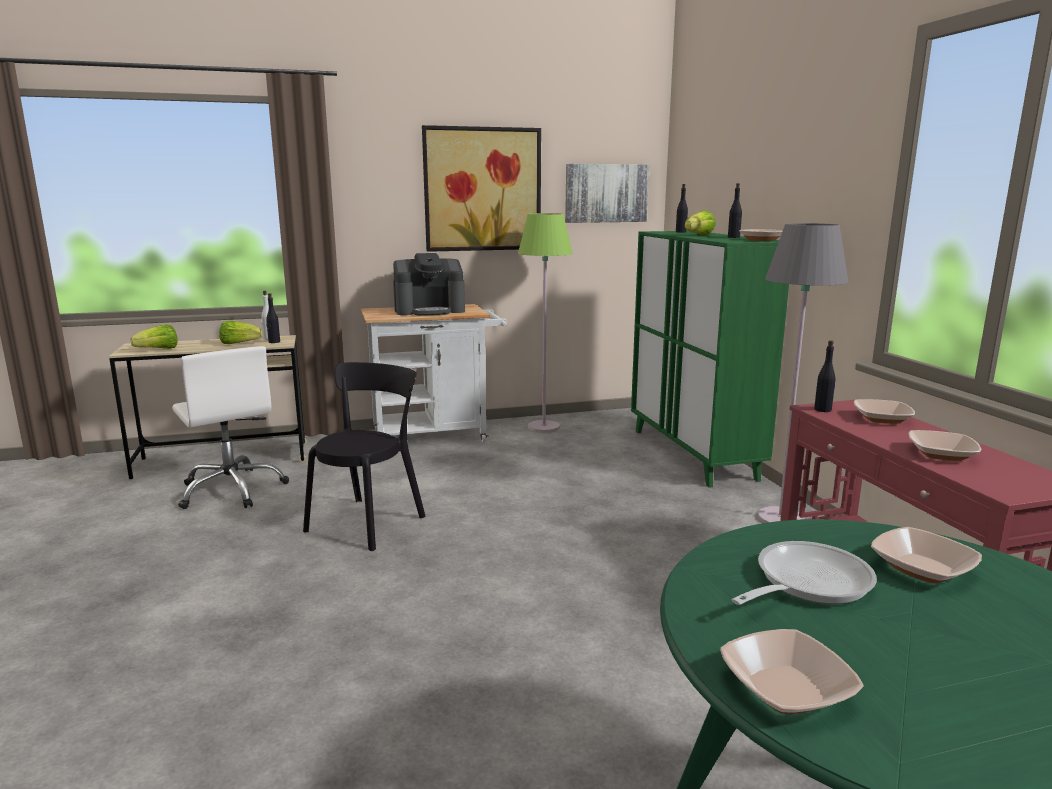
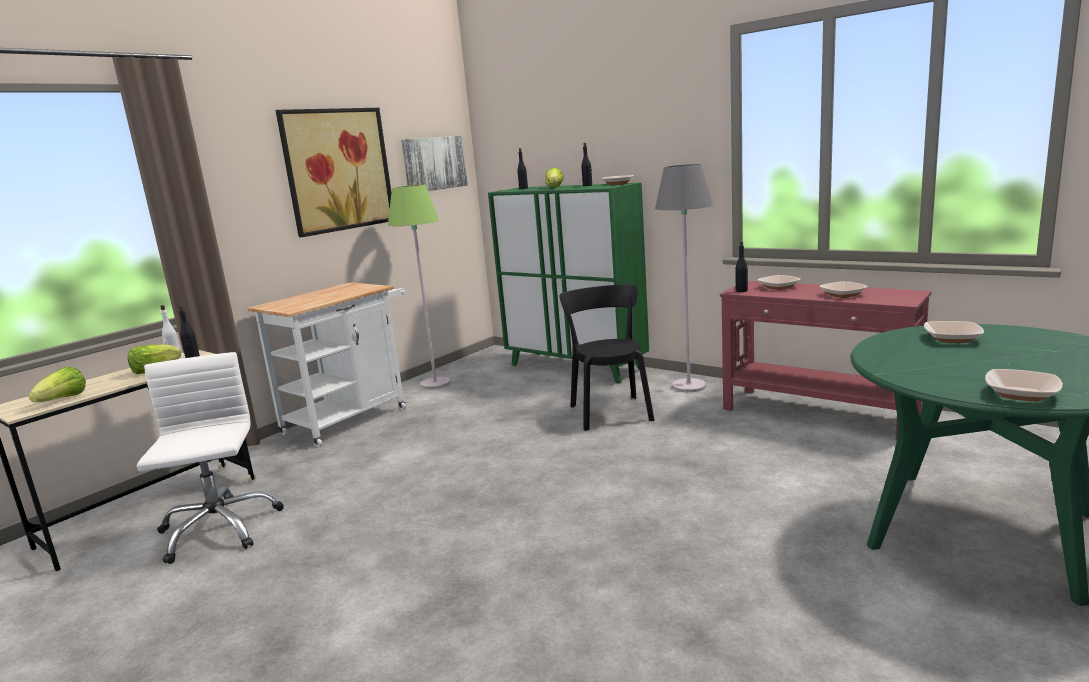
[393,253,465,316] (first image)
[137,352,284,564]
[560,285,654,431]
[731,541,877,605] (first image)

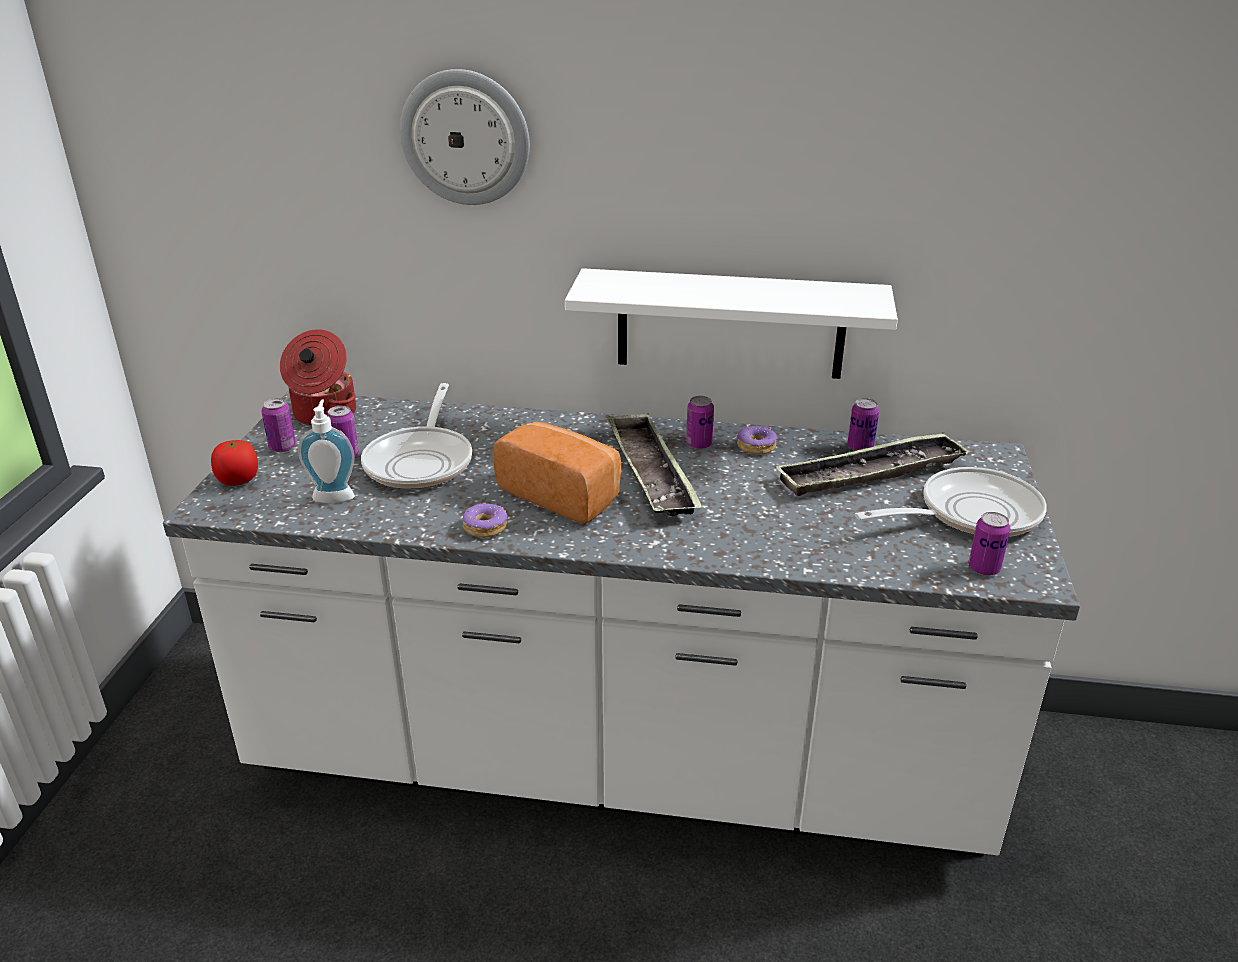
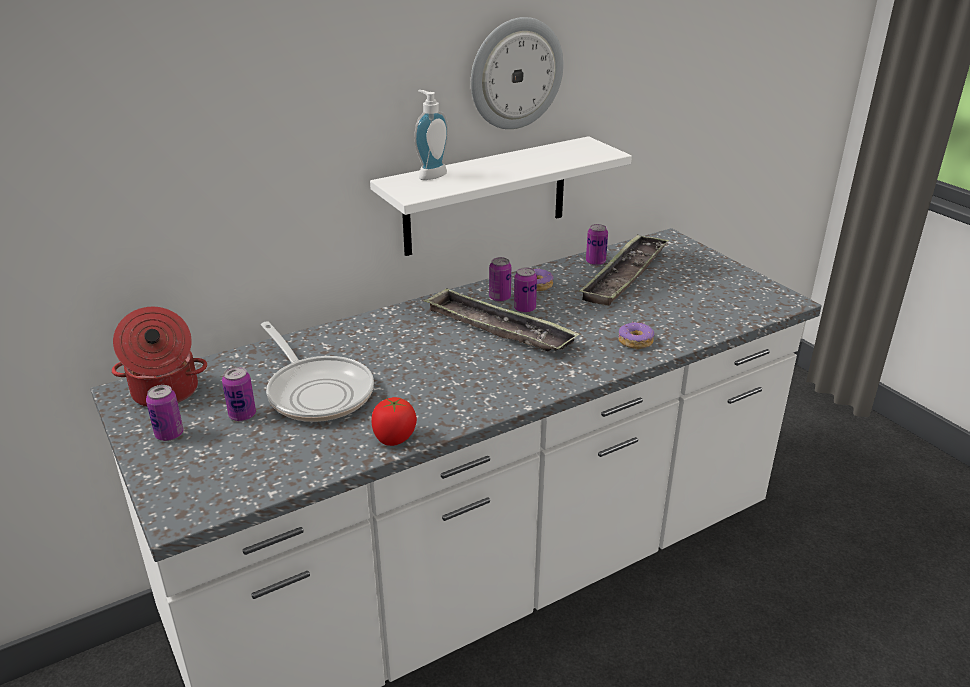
[471,17,564,129]
[414,90,449,180]
[493,422,621,524] (first image)
[371,397,417,446]
[855,467,1047,537] (first image)
[619,321,654,349]
[514,267,537,313]

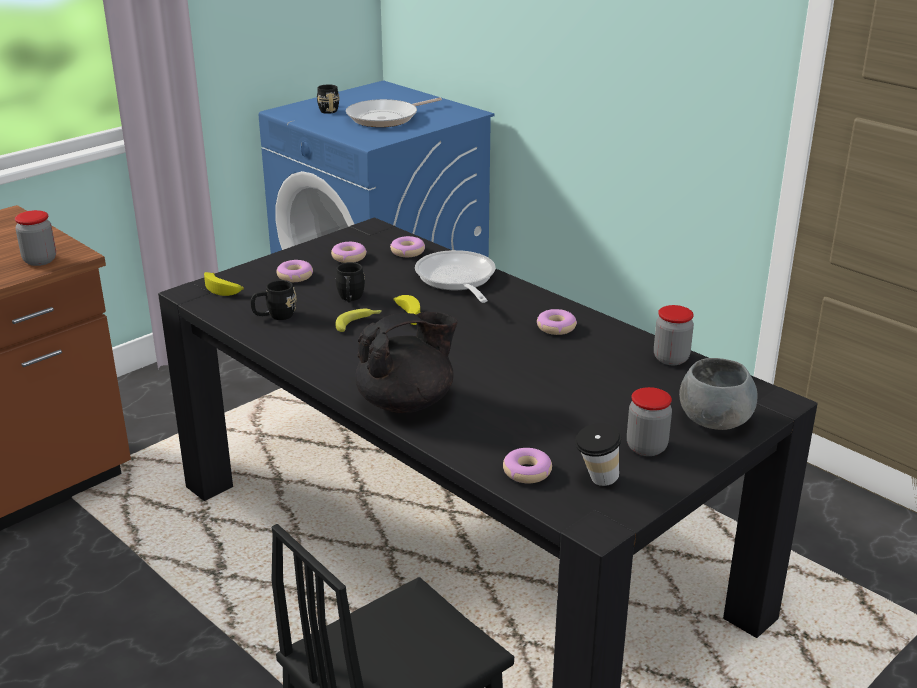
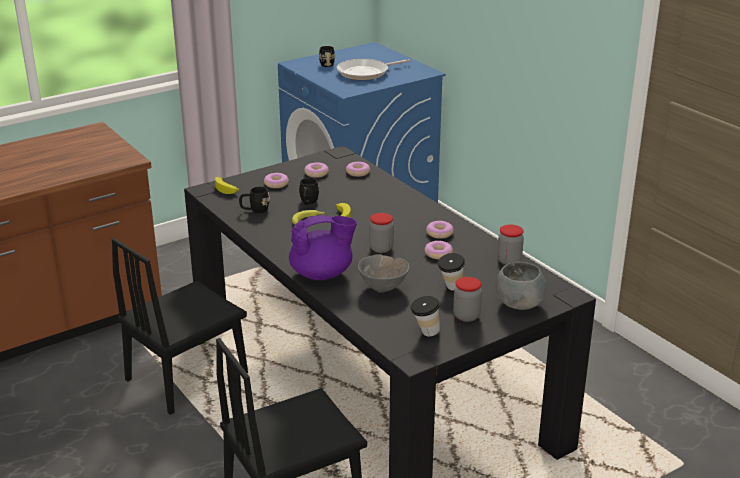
[369,213,394,253]
[415,250,496,303] (first image)
[289,215,357,280]
[425,241,453,259]
[111,238,248,415]
[438,253,465,291]
[358,254,410,292]

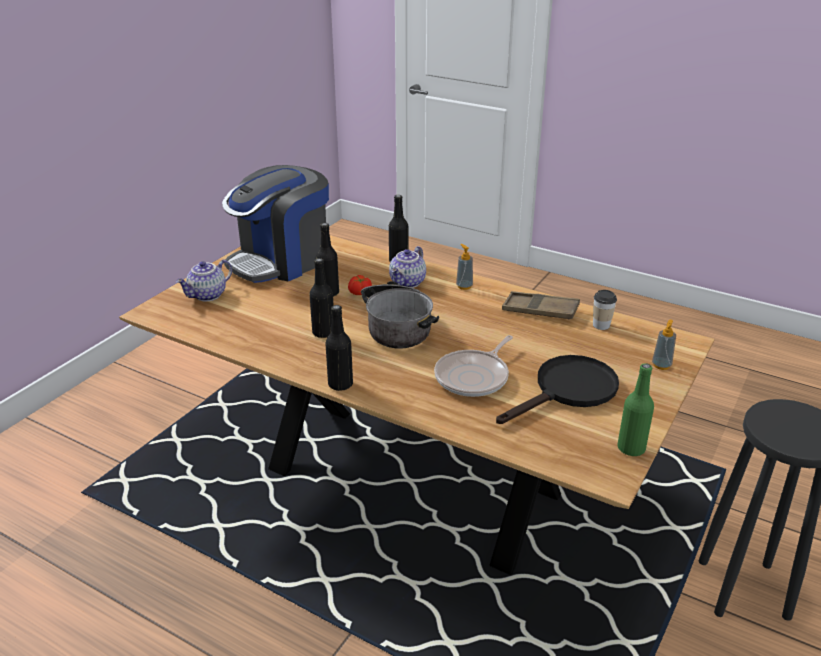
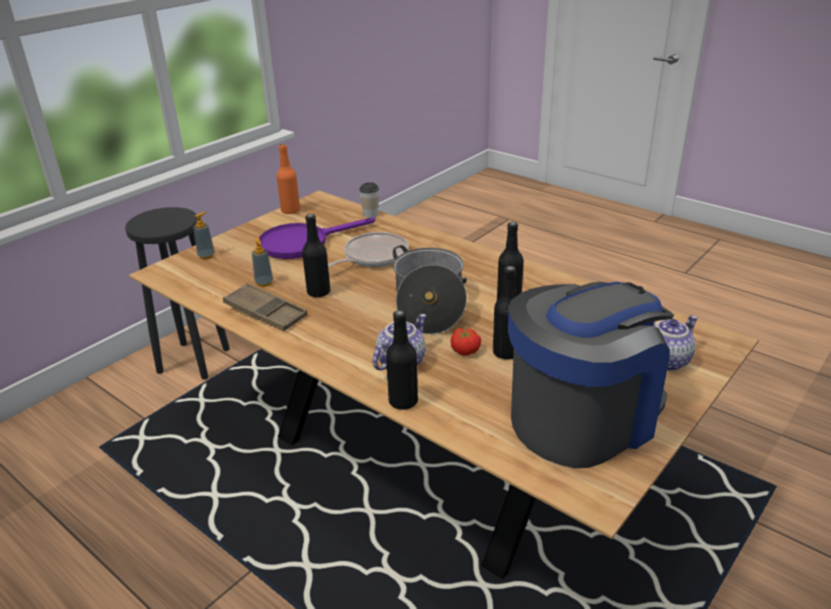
[252,238,273,287]
[359,182,379,218]
[302,214,330,298]
[259,217,375,259]
[277,144,300,214]

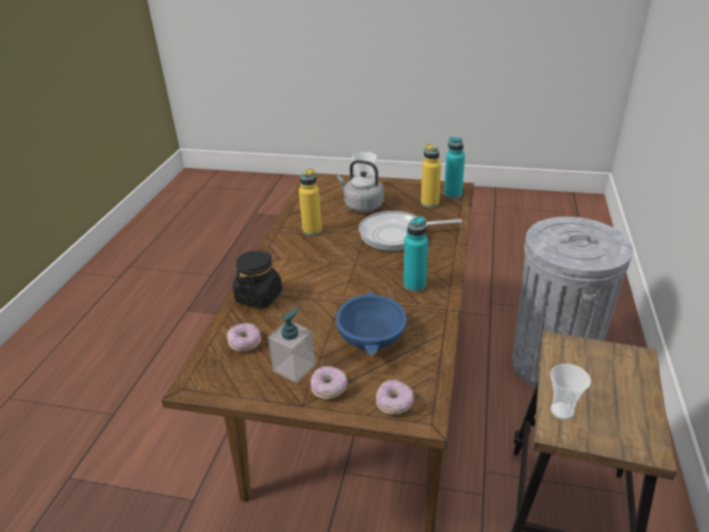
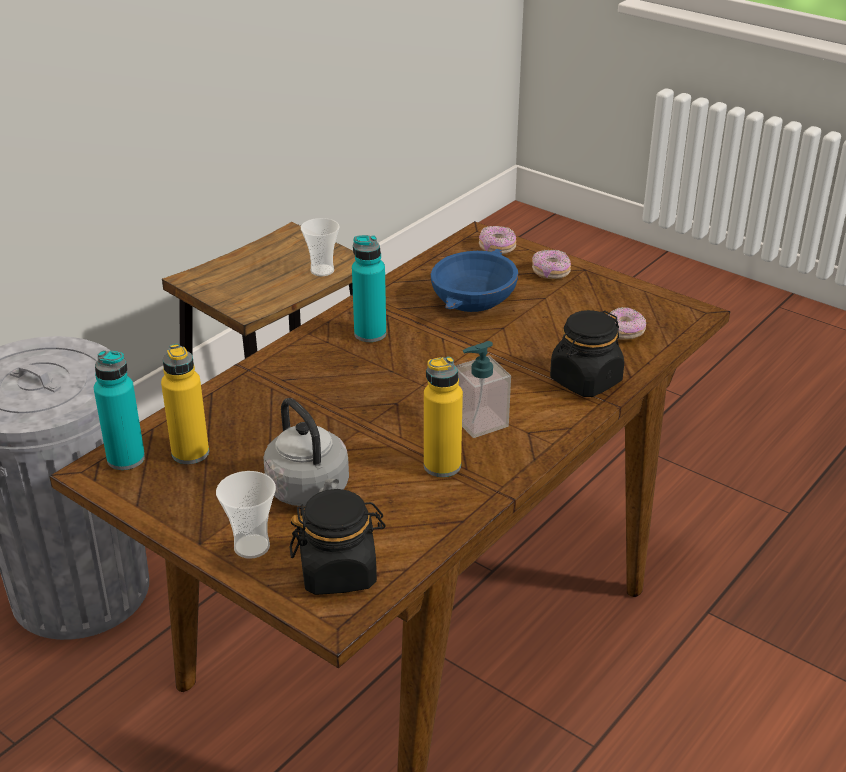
[359,211,462,251] (first image)
[456,341,511,438]
[290,489,386,595]

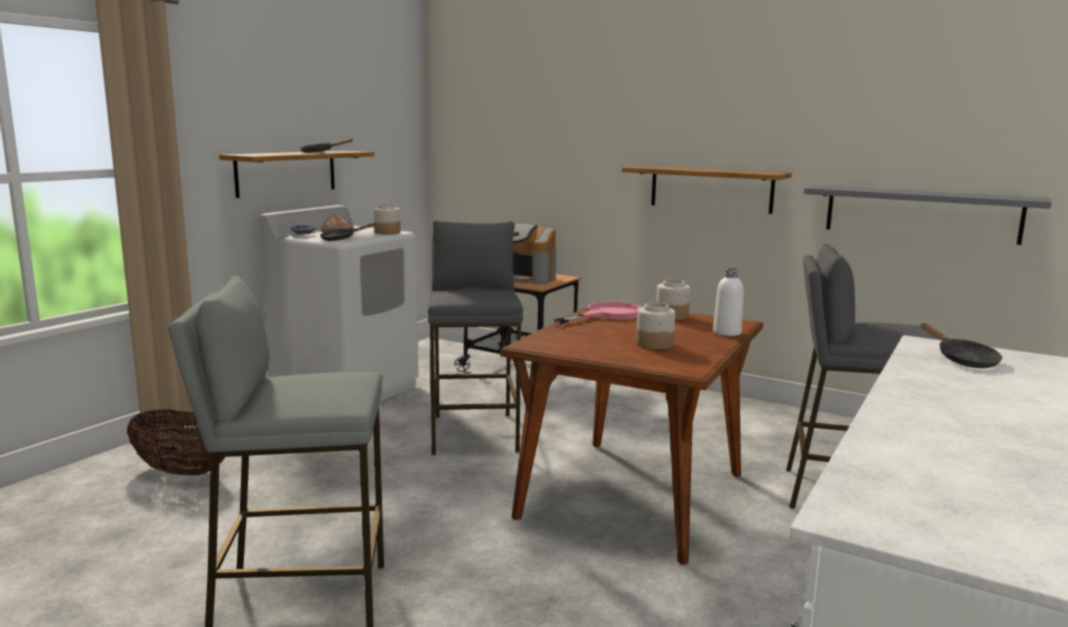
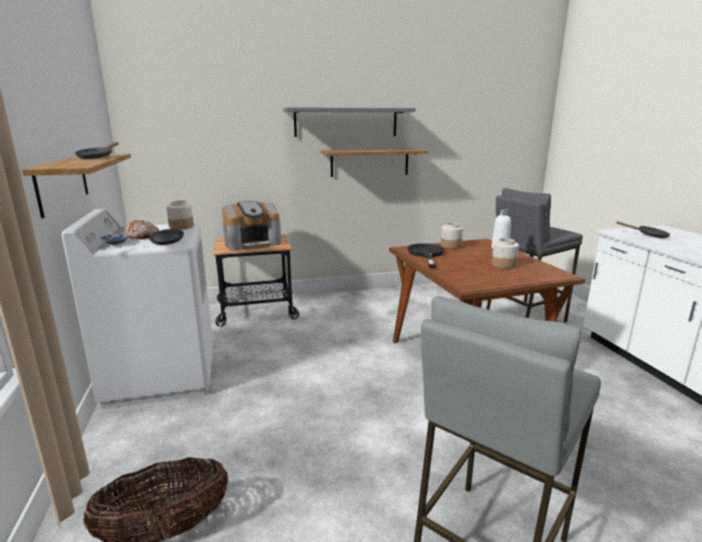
[283,107,416,137]
[428,220,523,455] (first image)
[407,243,445,268]

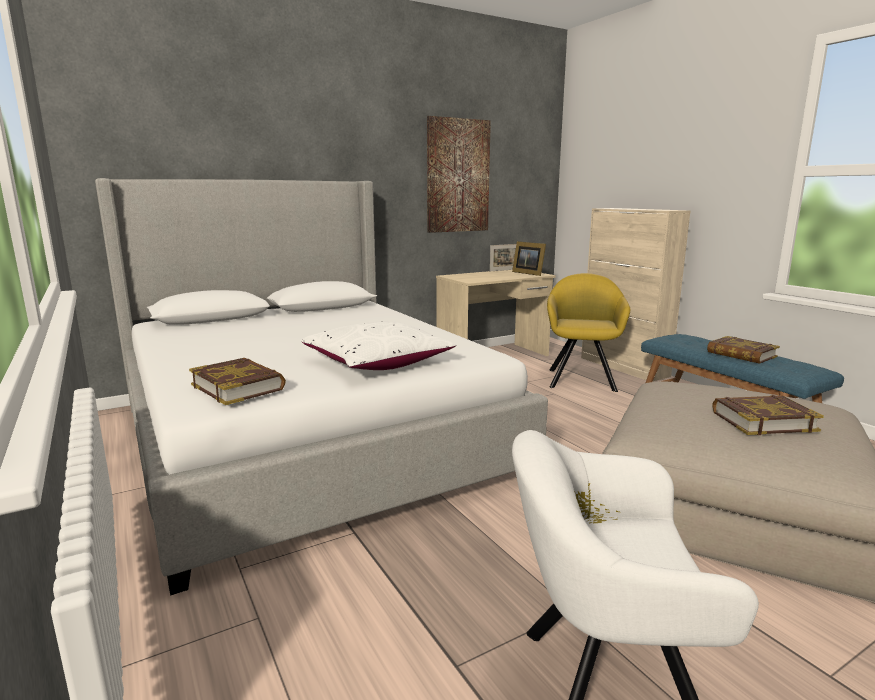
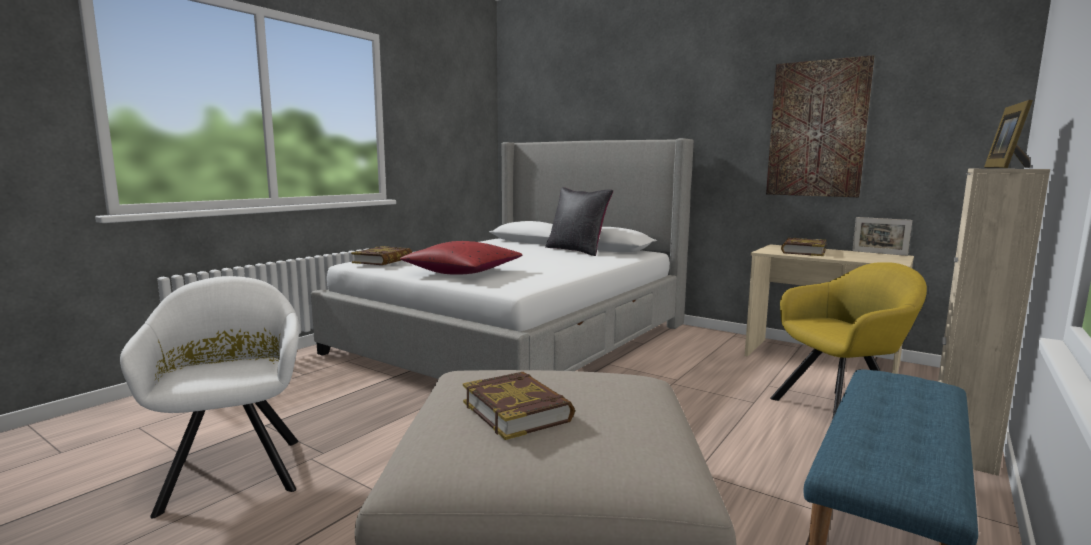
[984,100,1033,168]
[400,241,522,274]
[781,238,827,256]
[545,187,613,256]

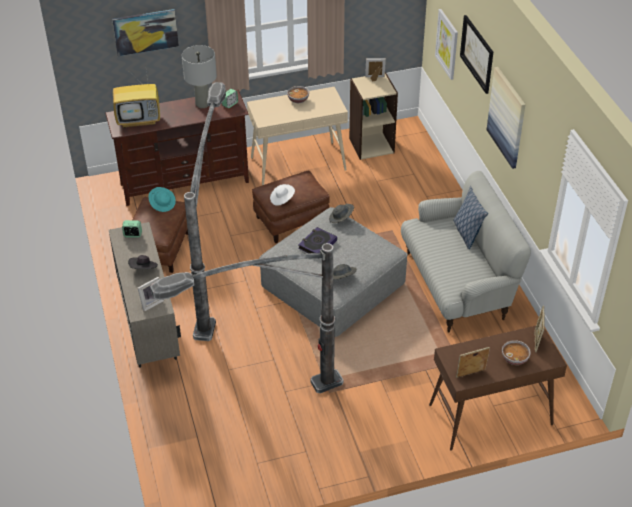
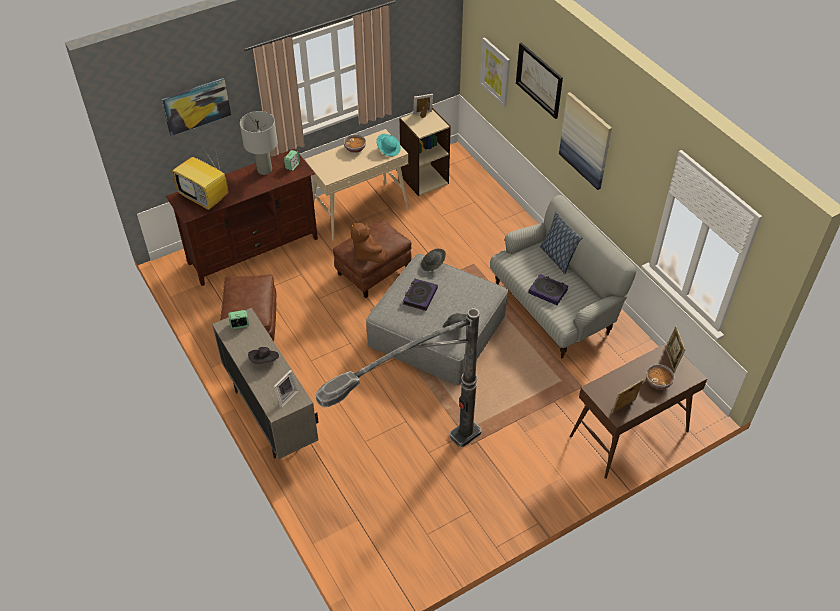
[172,145,228,210]
[184,82,226,341] (first image)
[350,221,387,263]
[376,134,401,156]
[528,274,569,305]

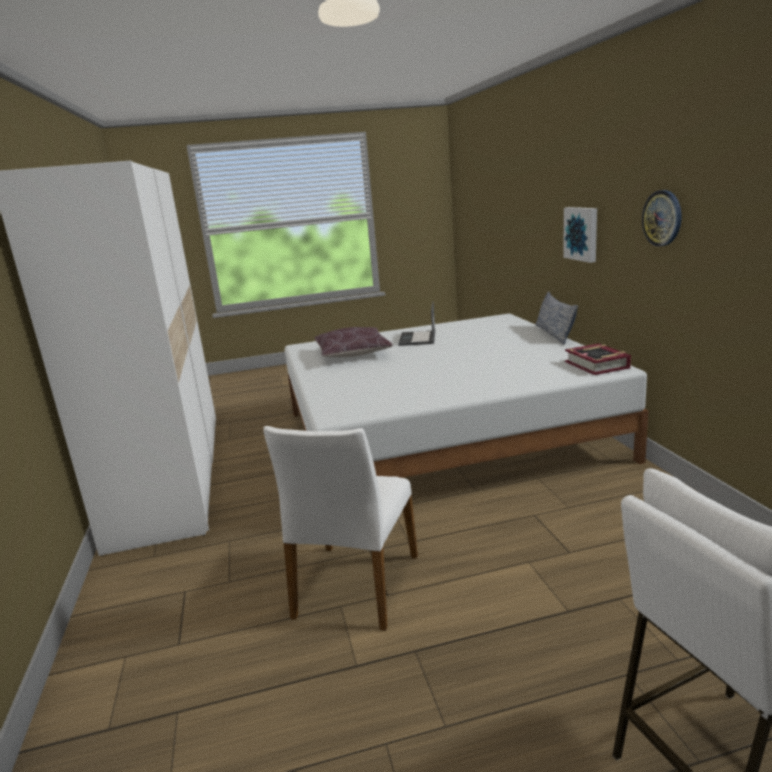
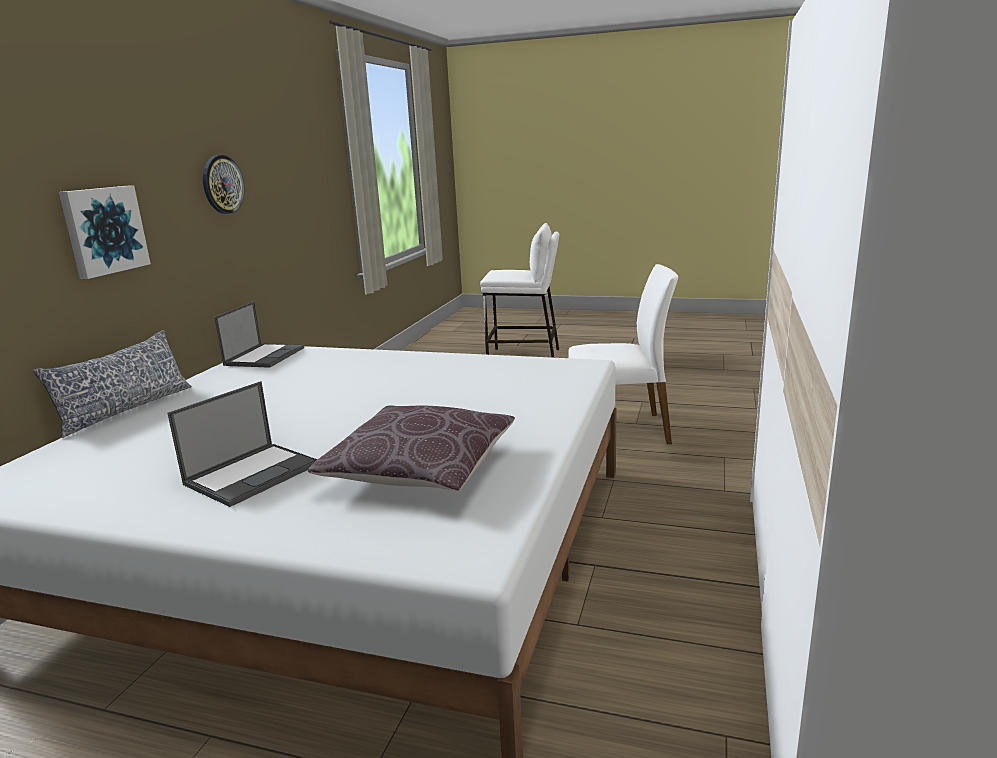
[214,301,304,368]
[568,264,678,444]

